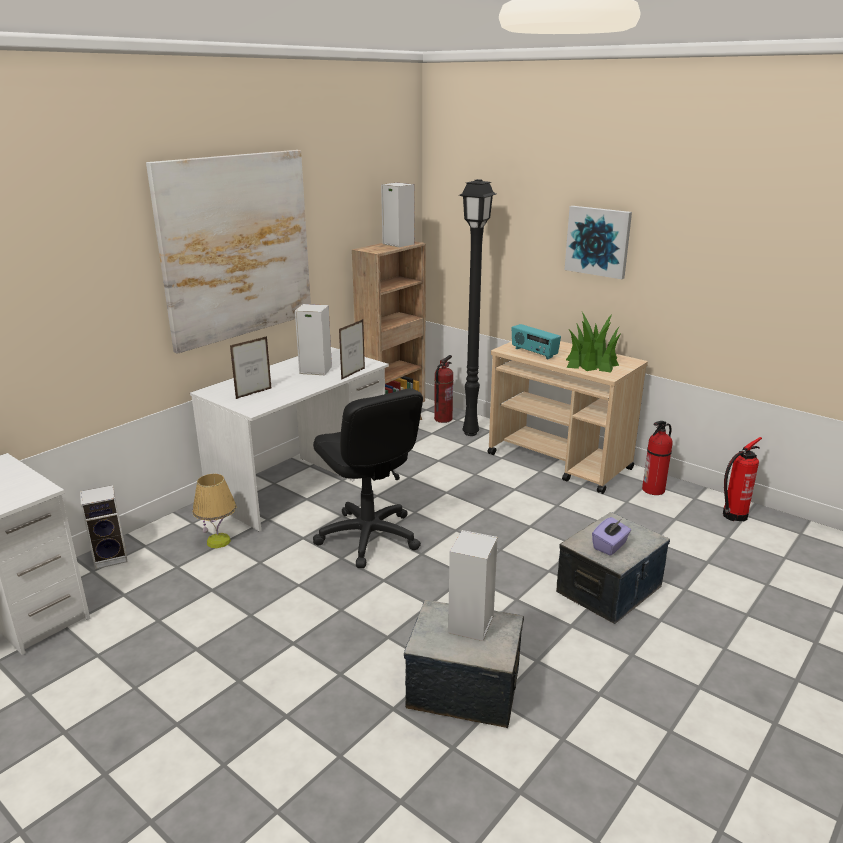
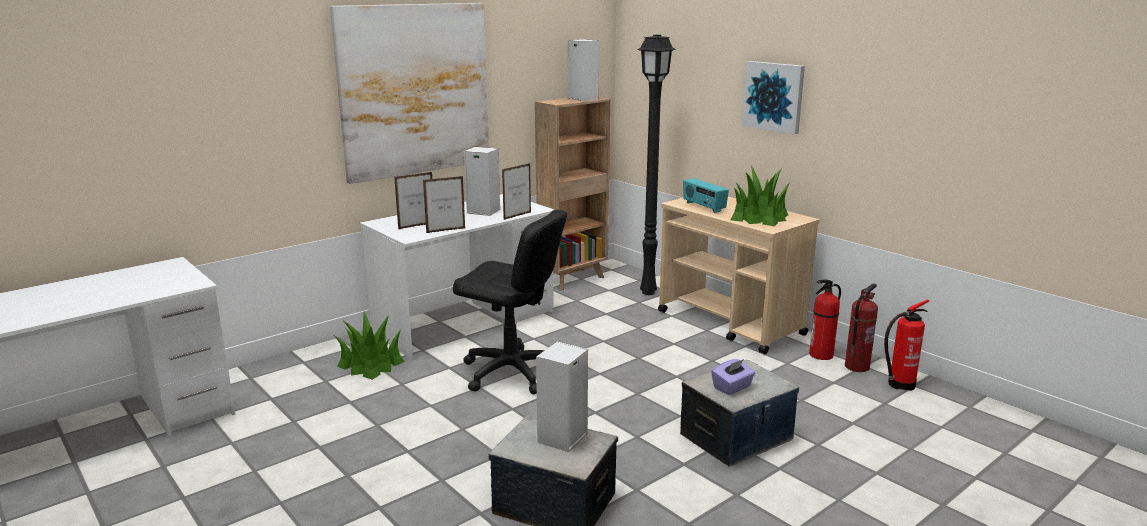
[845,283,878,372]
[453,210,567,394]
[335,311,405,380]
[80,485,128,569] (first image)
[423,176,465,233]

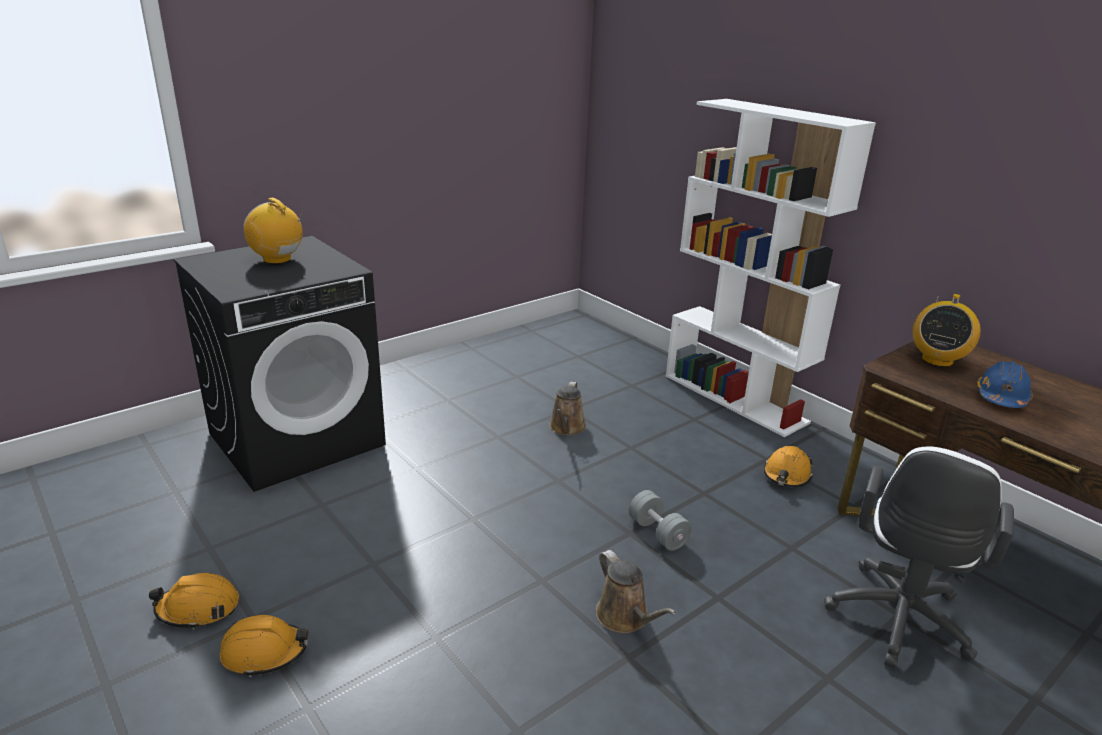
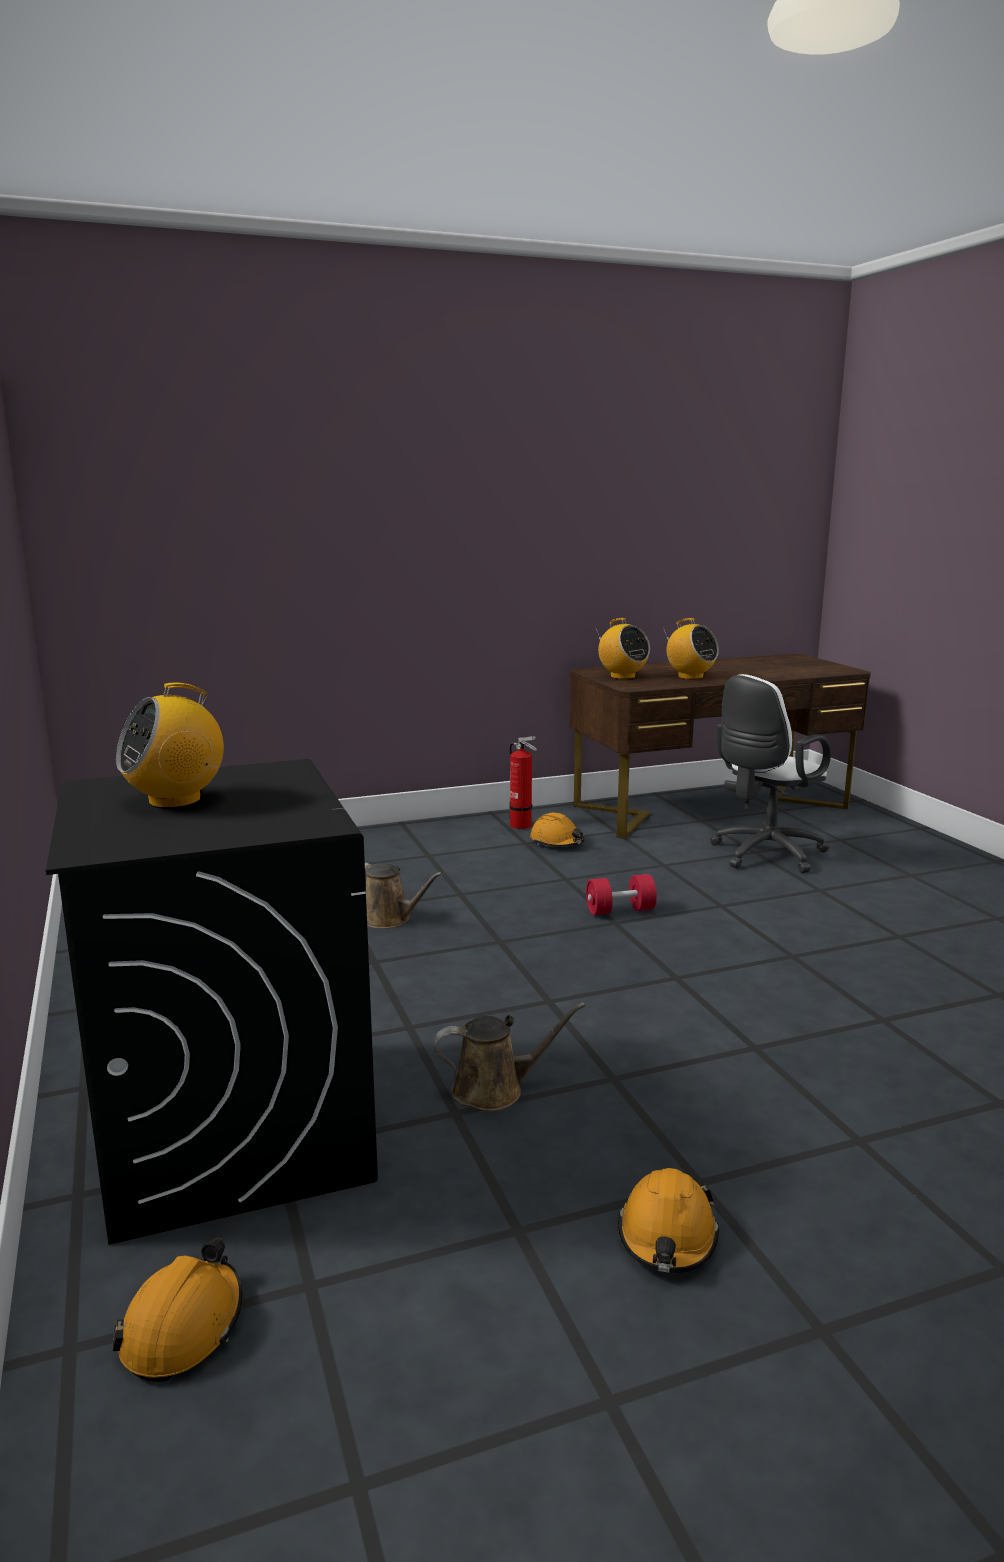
[666,99,876,437] (first image)
[663,618,719,680]
[710,674,831,873]
[586,874,657,915]
[433,1003,585,1111]
[113,1238,243,1382]
[509,736,537,829]

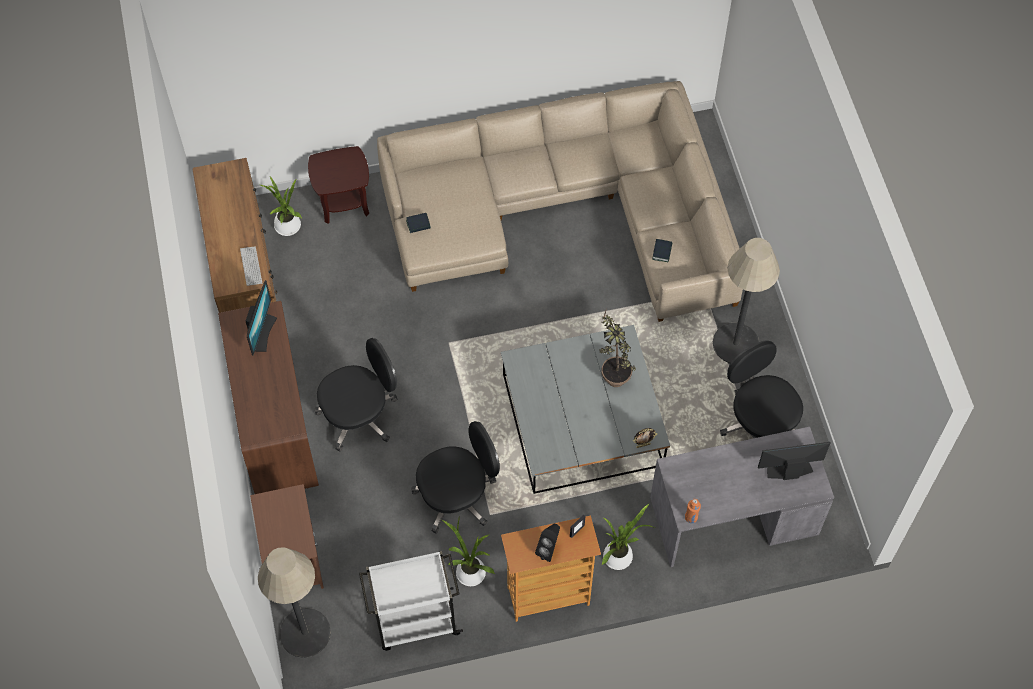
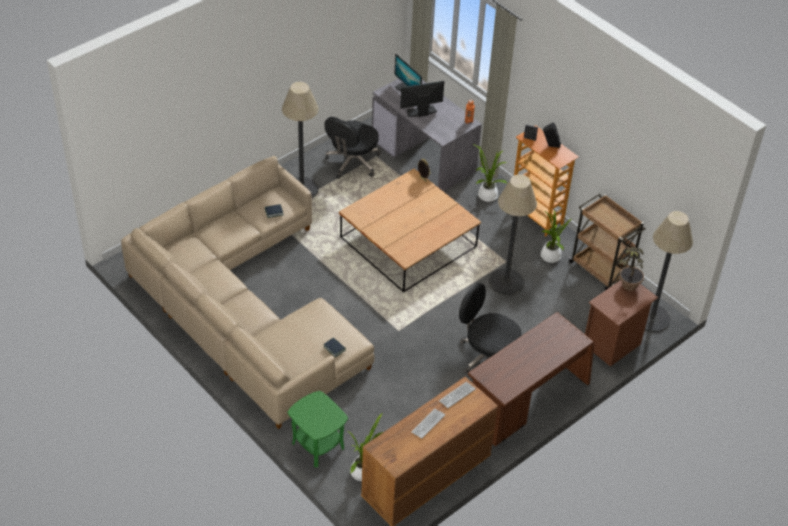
[287,391,348,467]
[400,81,444,117]
[618,247,644,291]
[339,168,481,292]
[489,174,537,296]
[568,194,646,290]
[411,409,445,439]

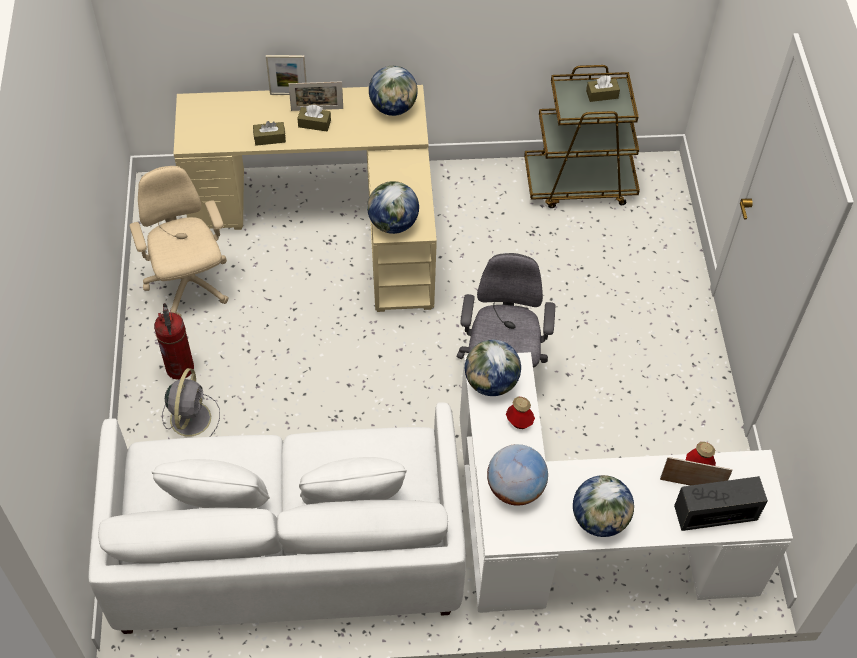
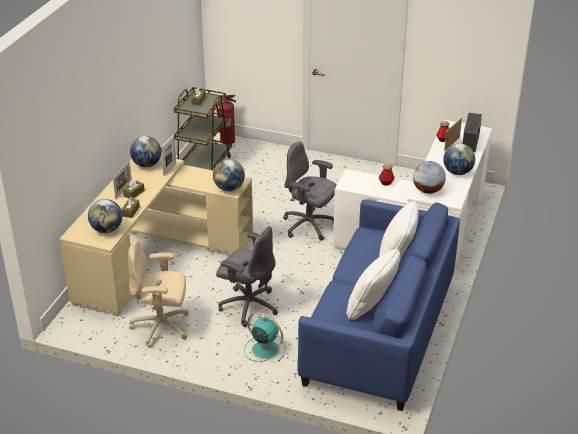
[161,135,176,176]
[216,95,236,145]
[88,199,122,233]
[244,312,286,362]
[297,199,460,411]
[216,226,278,327]

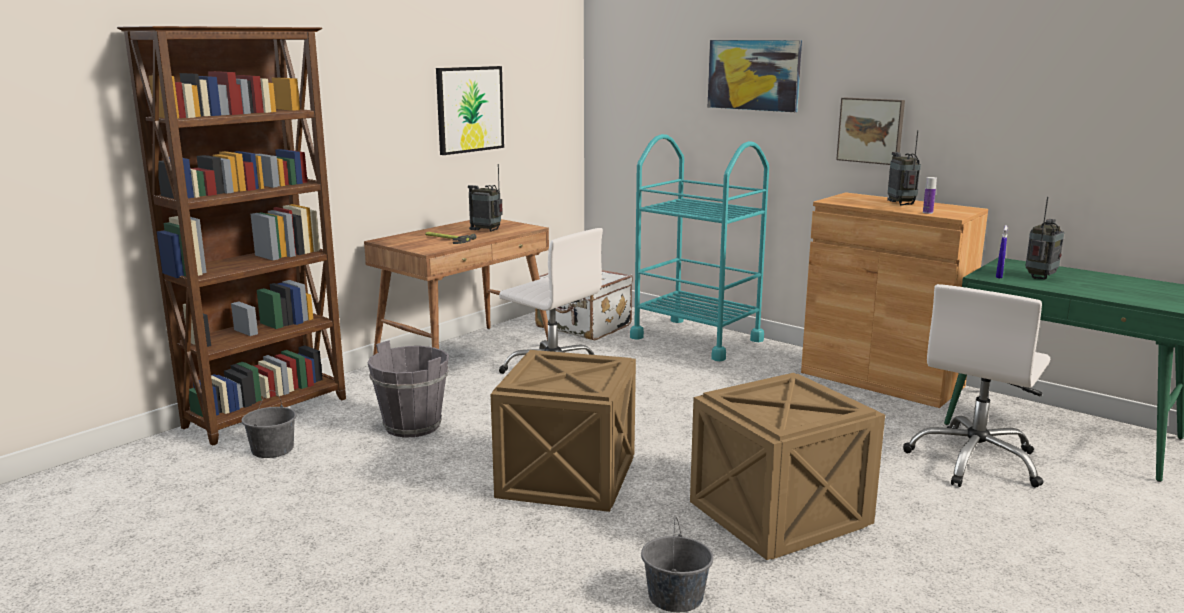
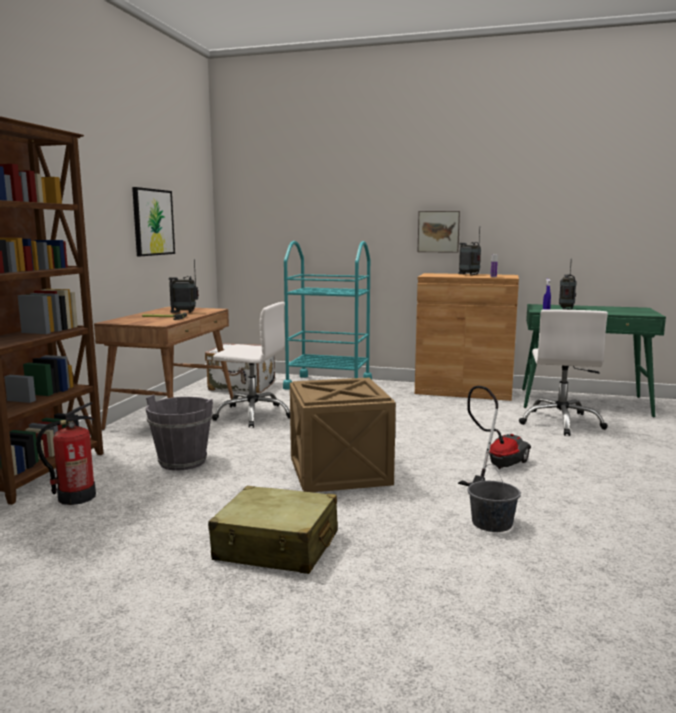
[708,40,802,112] (first image)
[458,386,531,486]
[36,402,96,505]
[208,486,338,574]

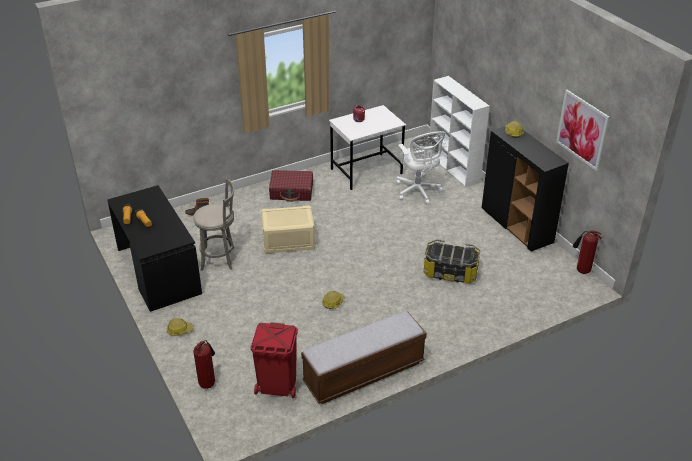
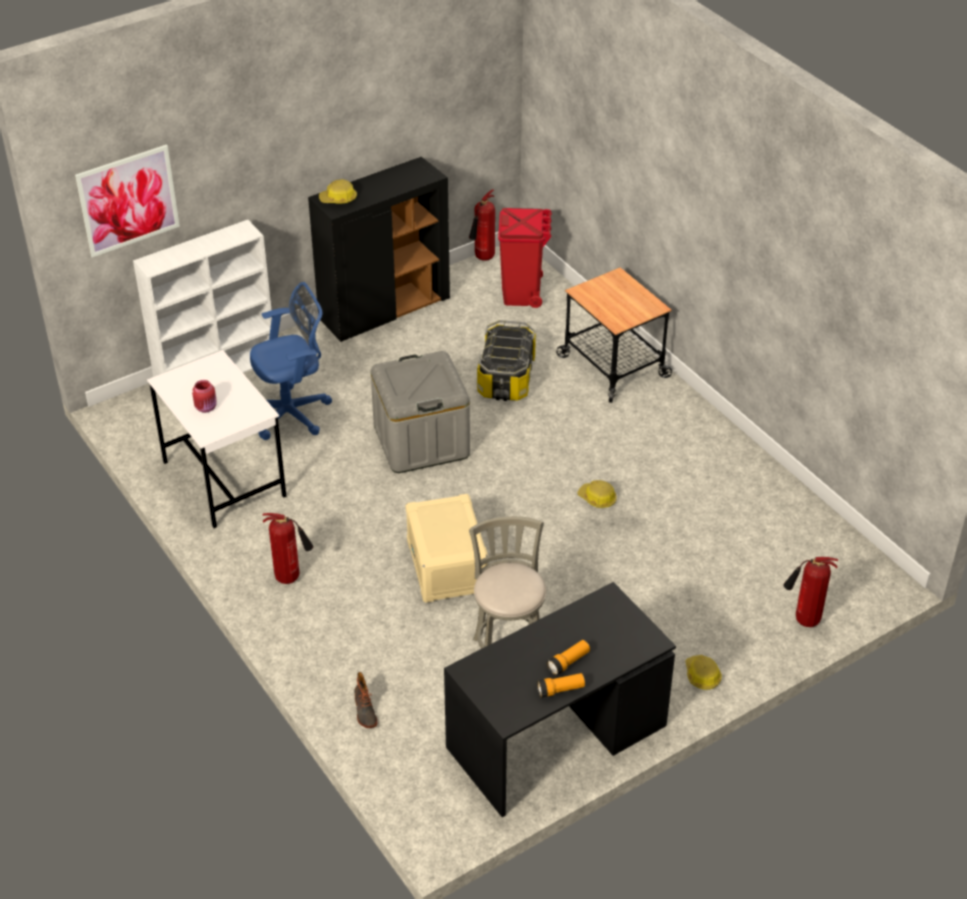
[75,145,180,257]
[250,282,332,440]
[263,512,313,584]
[301,311,427,404] (first image)
[498,208,552,308]
[556,267,672,403]
[371,351,470,473]

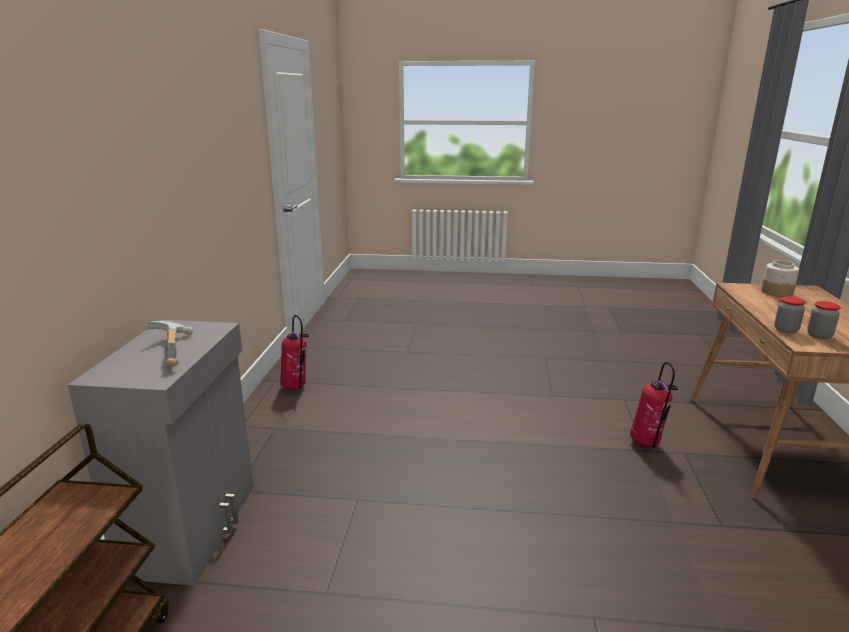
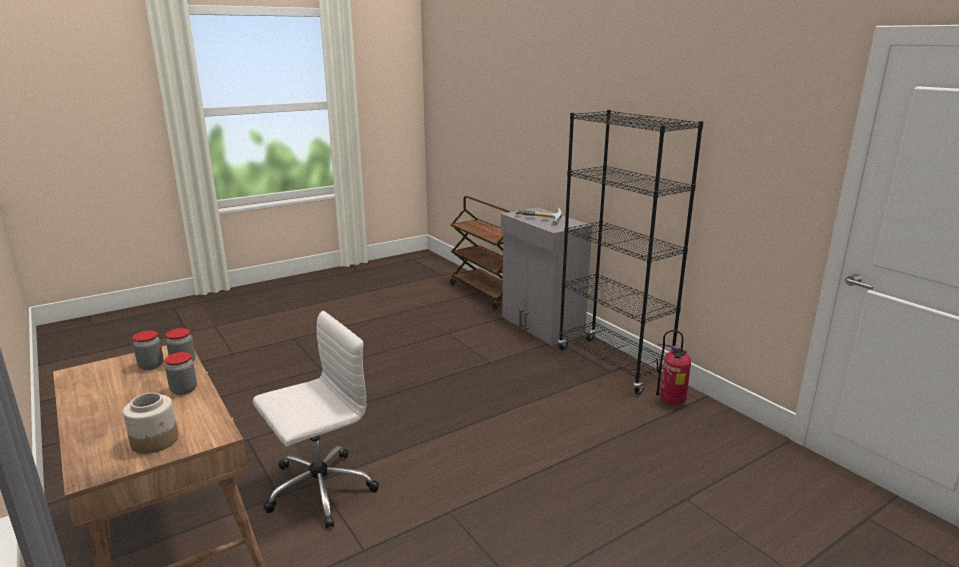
[253,311,379,529]
[558,110,703,394]
[165,352,197,395]

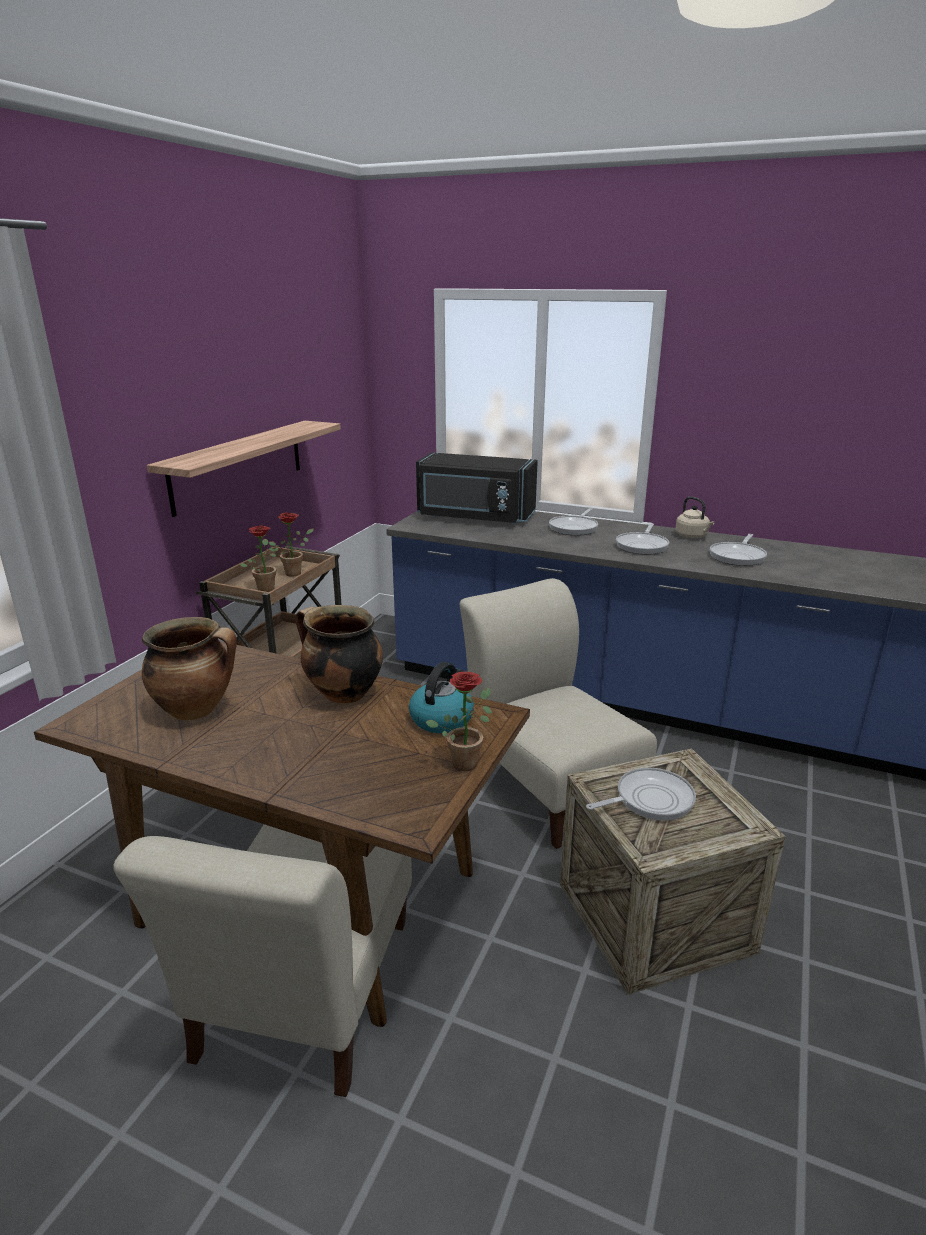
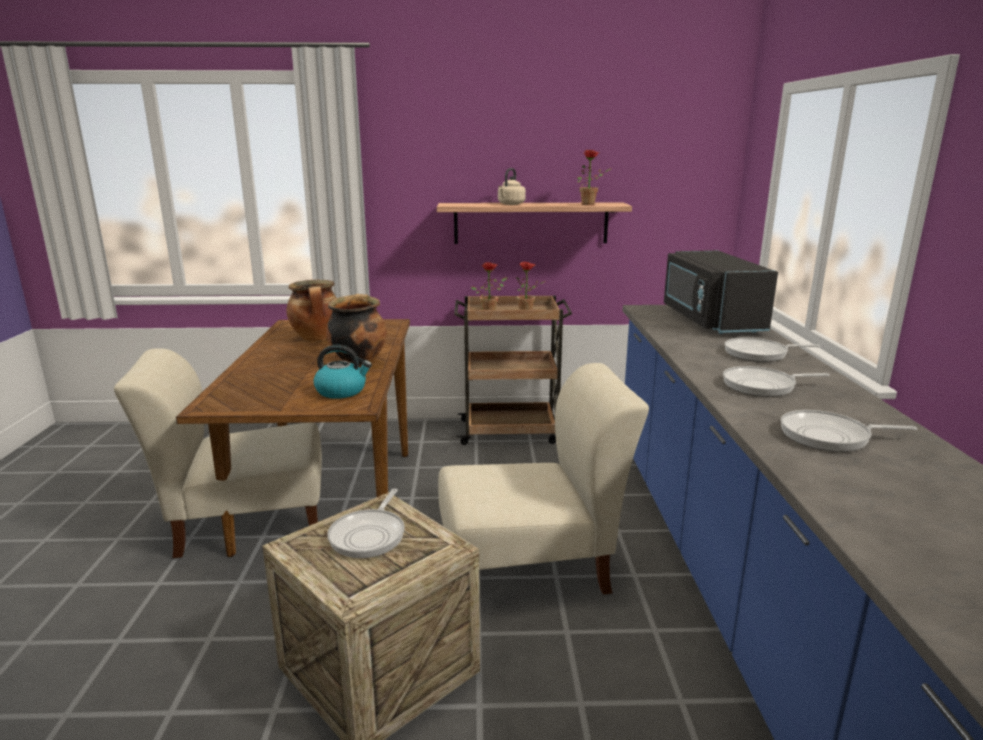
[498,168,526,205]
[438,363,649,595]
[577,150,612,205]
[327,489,405,558]

